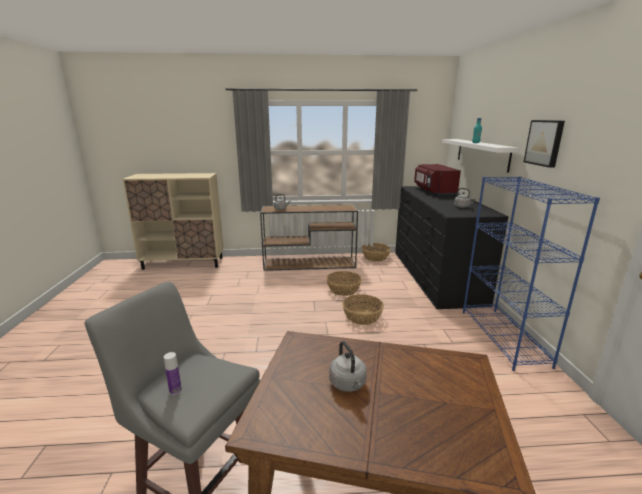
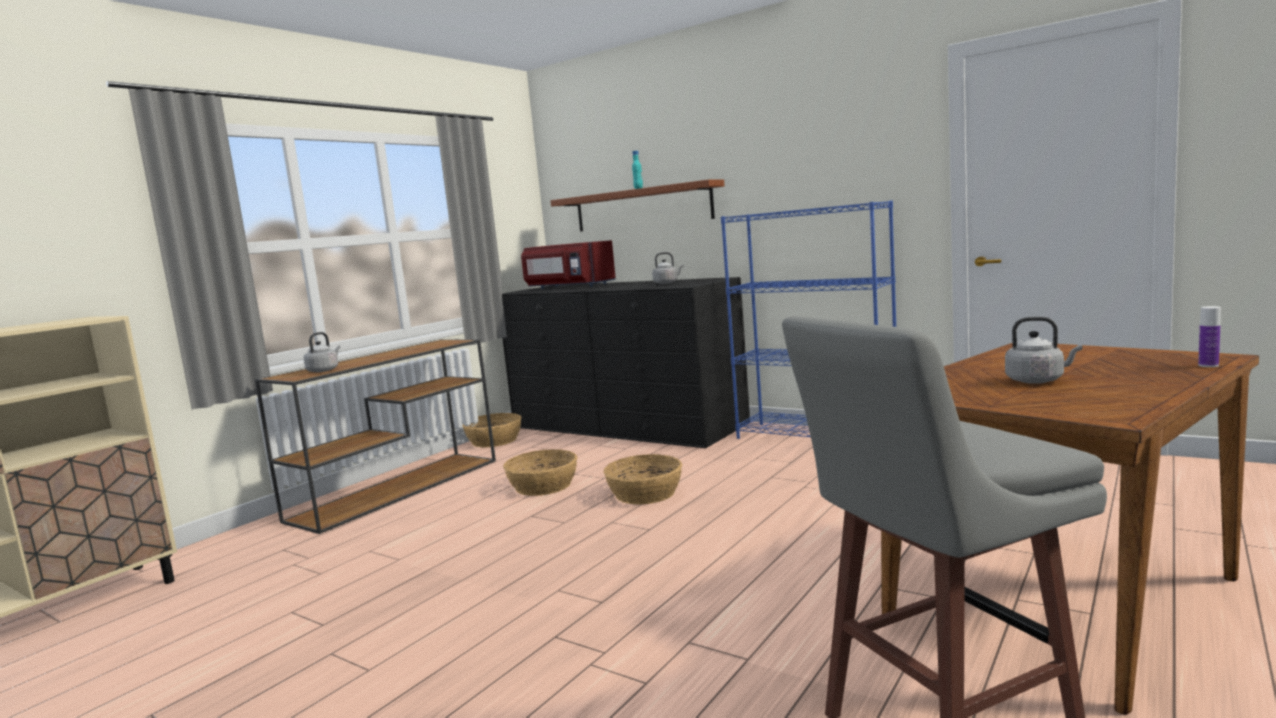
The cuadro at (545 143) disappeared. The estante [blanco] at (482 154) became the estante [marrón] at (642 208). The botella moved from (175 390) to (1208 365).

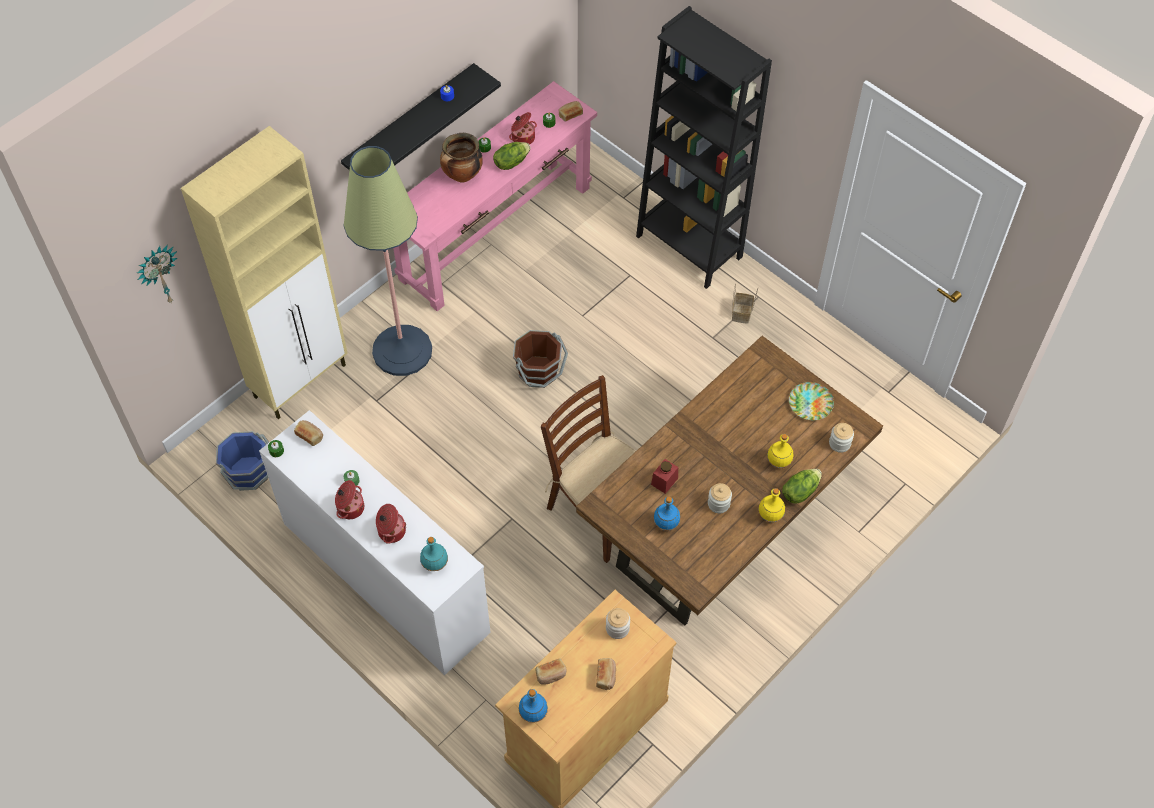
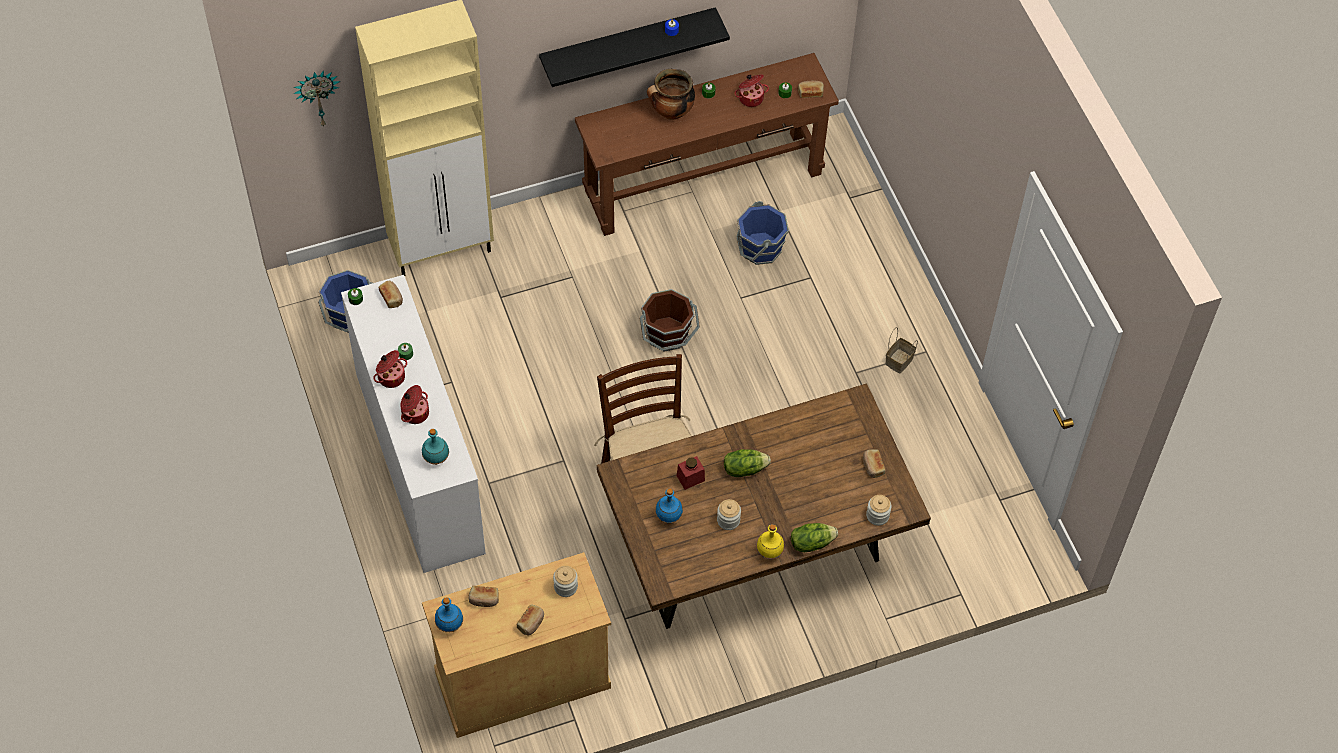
The estantería [negro] at (689 246) disappeared. The mesa consola [rosa] at (496 233) became the mesa consola [marrón] at (703 182). The lechuga moved from (511 162) to (744 469). The lámpara de pie at (402 351) disappeared. The plato at (810 403) was replaced by the pan at (872 466). The botella [amarillo] at (778 462) disappeared. The cubo [azul] at (760 248) appeared.

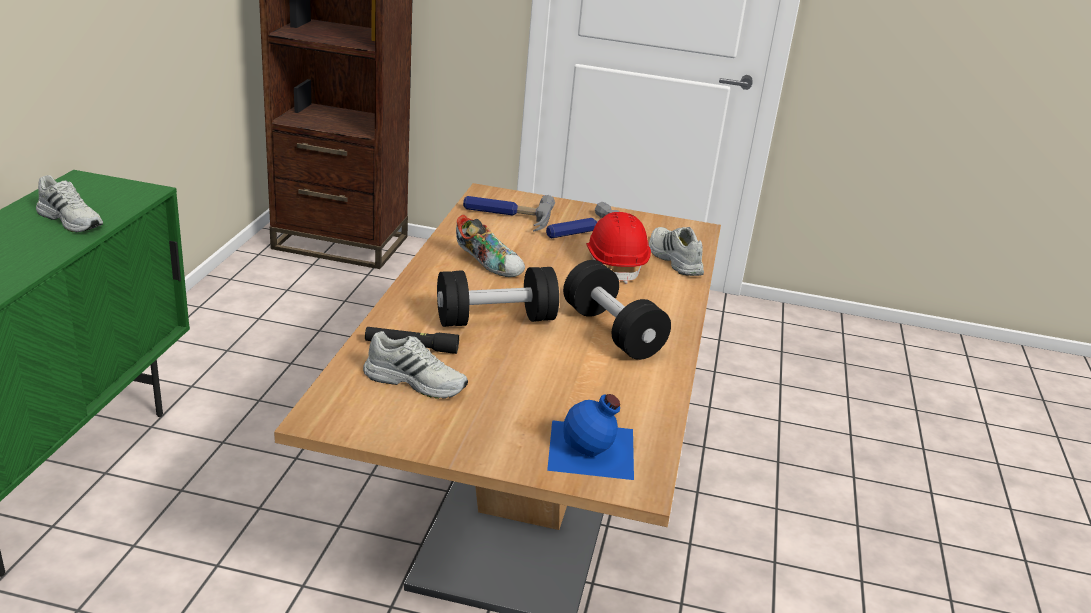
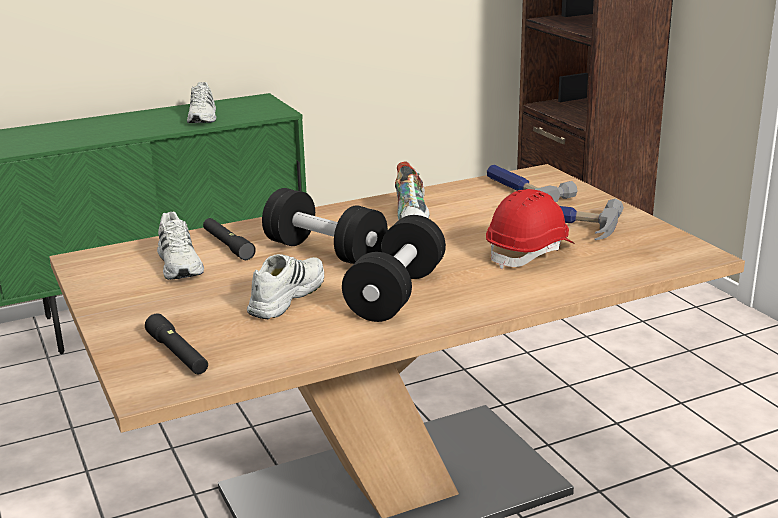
The zapato [blanco] moved from (673 259) to (286 296). The botella [azul] at (593 450) was replaced by the linterna [negro] at (178 354).

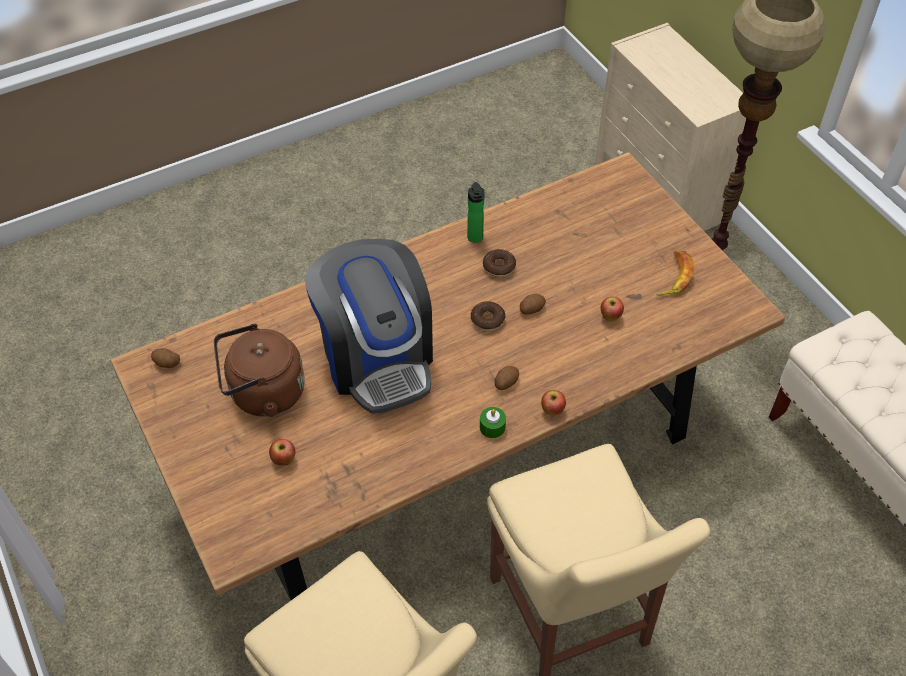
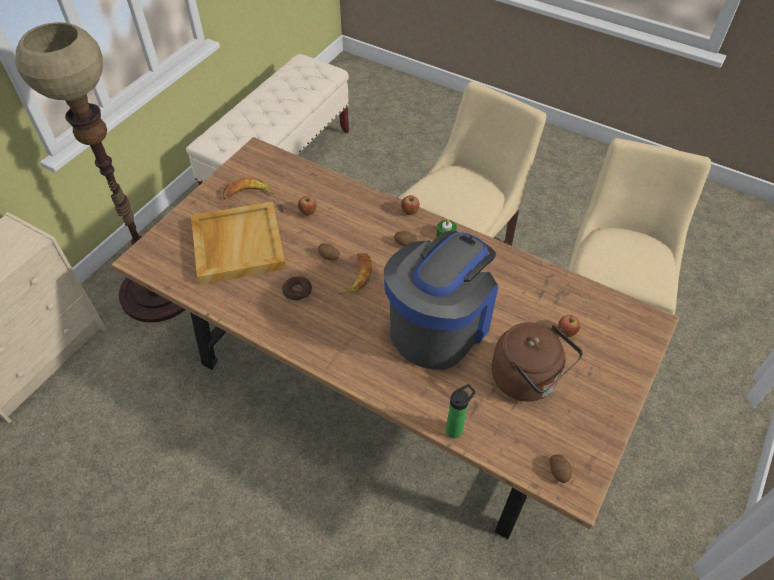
The botella moved from (475 239) to (456 429). The rosquilla at (487 320) was replaced by the plátano at (356 276). The bandeja [beis] at (237 245) appeared.

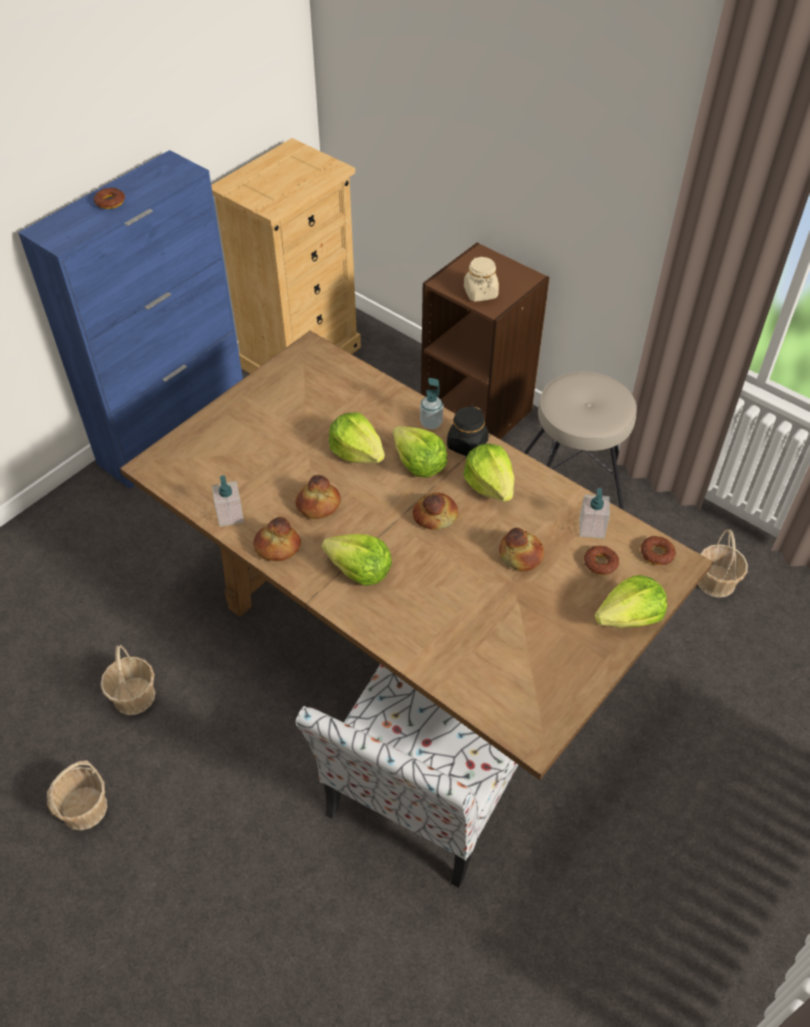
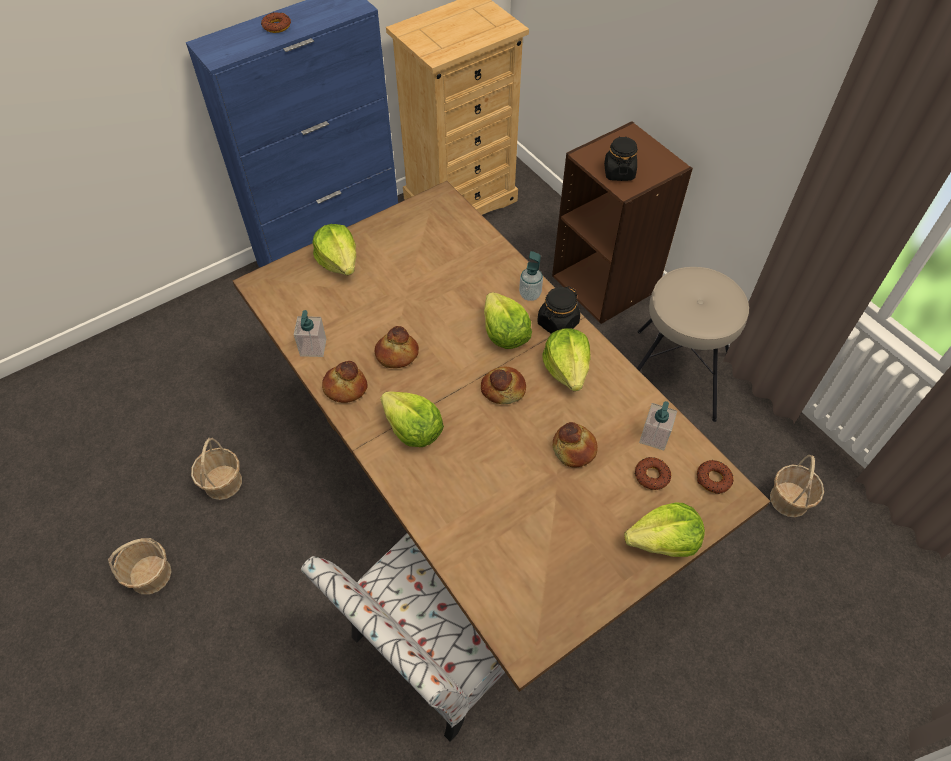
The tarro [beis] at (480 293) became the tarro [negro] at (619 172). The lechuga moved from (357 452) to (339 262).

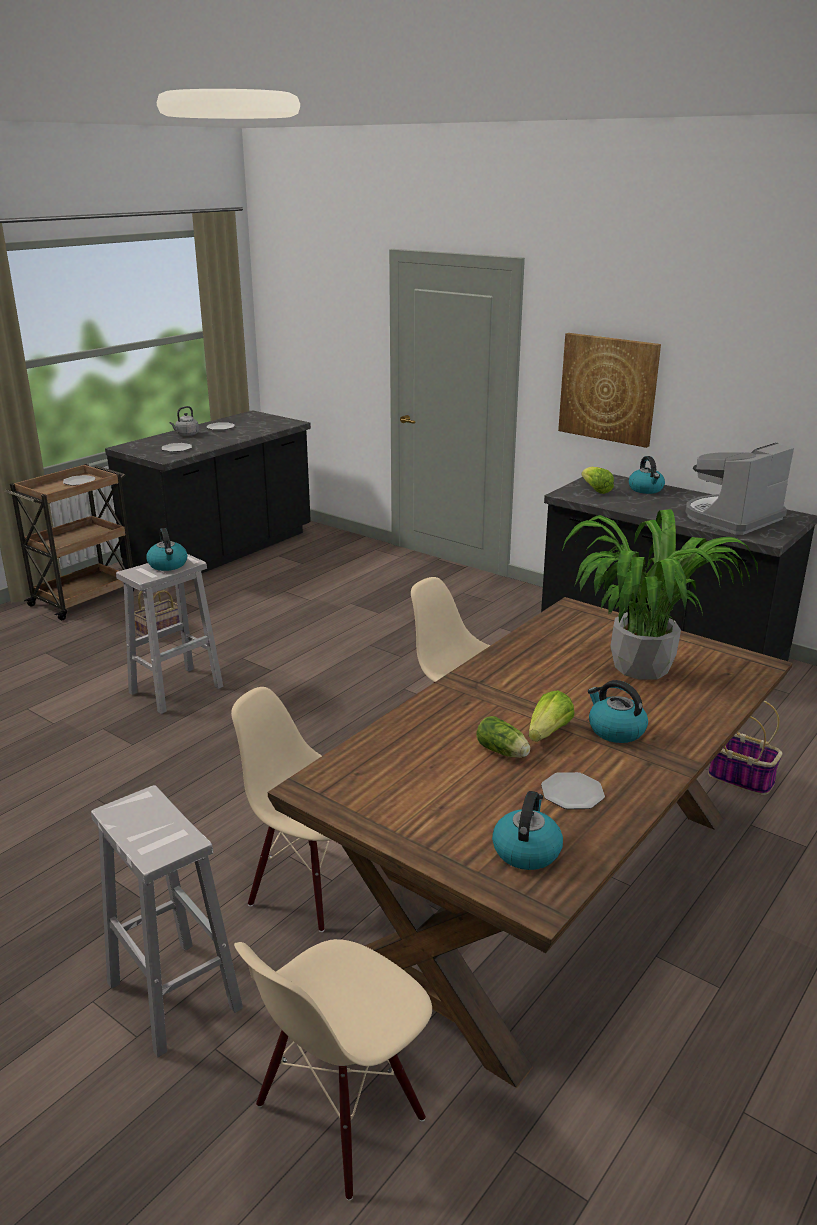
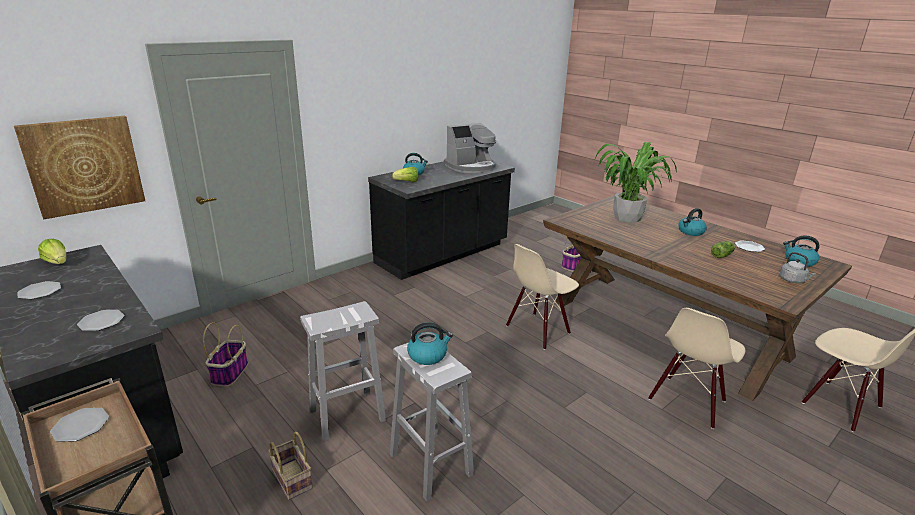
The cuadro moved from (608 389) to (84 165). The hervidor [gris] moved from (186 434) to (793 280). The cafetera at (731 518) turned 90 degrees counterclockwise. The lechuga moved from (548 733) to (57 262). The taburete [blanco] moved from (172 994) to (346 416). The cesta at (230 372) appeared.

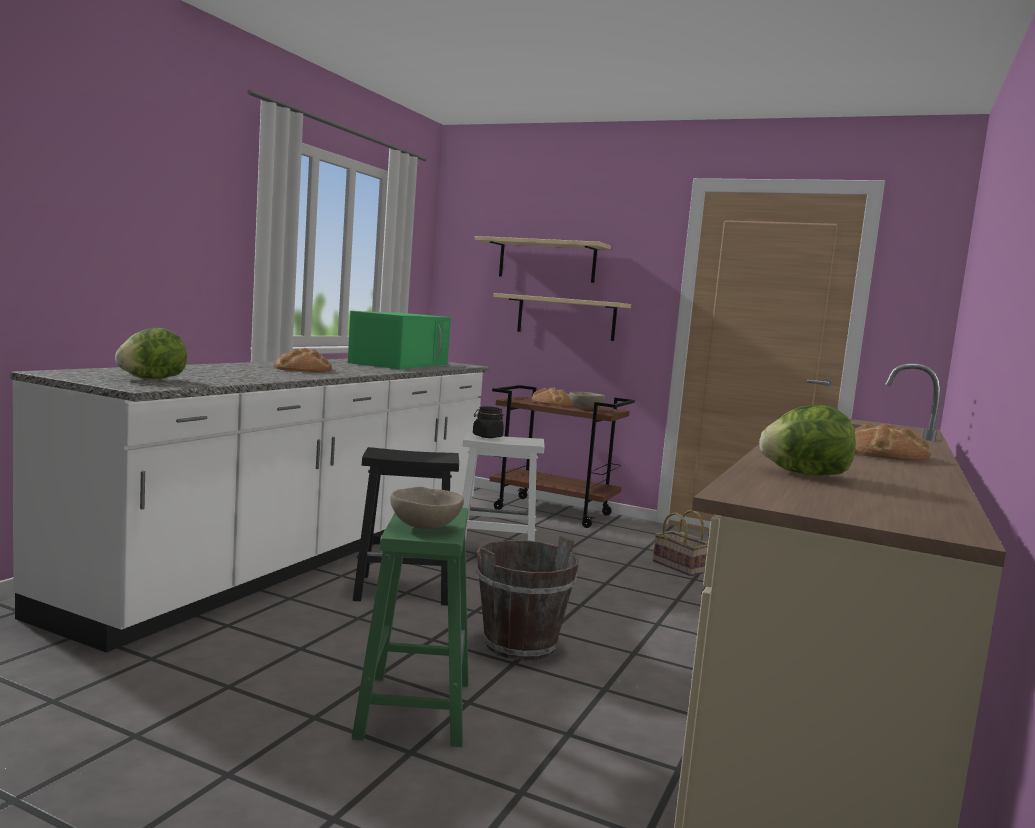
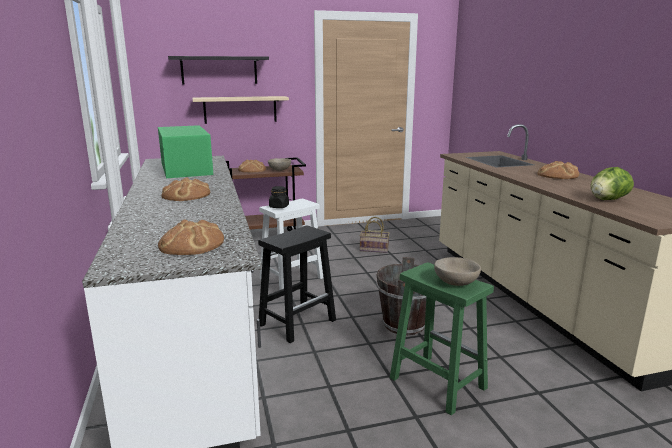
The estante [beis] at (547 261) became the estante [negro] at (219 70). The lechuga at (151 379) was replaced by the pan at (191 244).

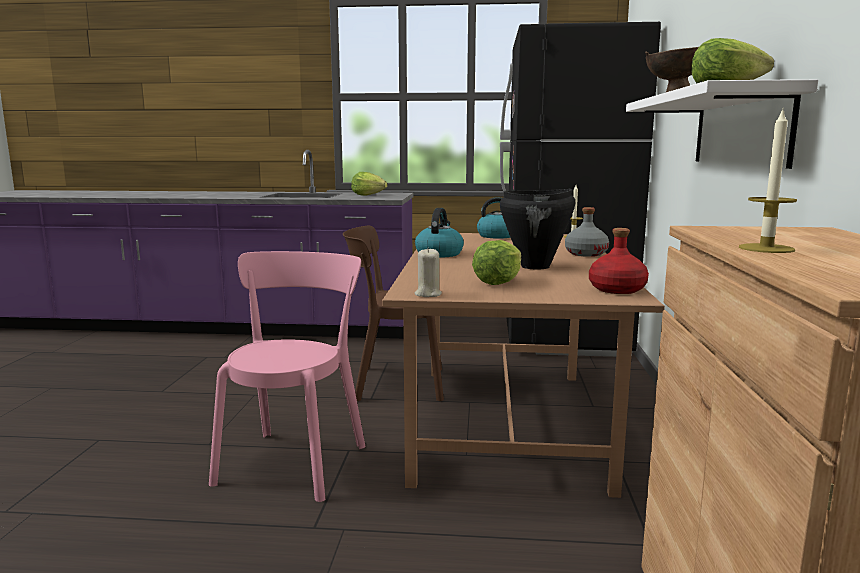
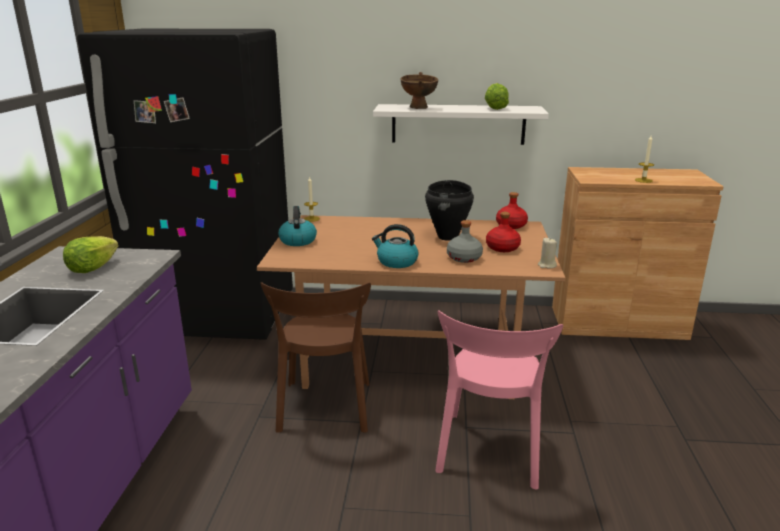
The botella [gris] moved from (585 254) to (463 258). The lechuga at (498 282) was replaced by the botella [rojo] at (502 248). The silla [rosa] at (295 460) turned 90 degrees counterclockwise.

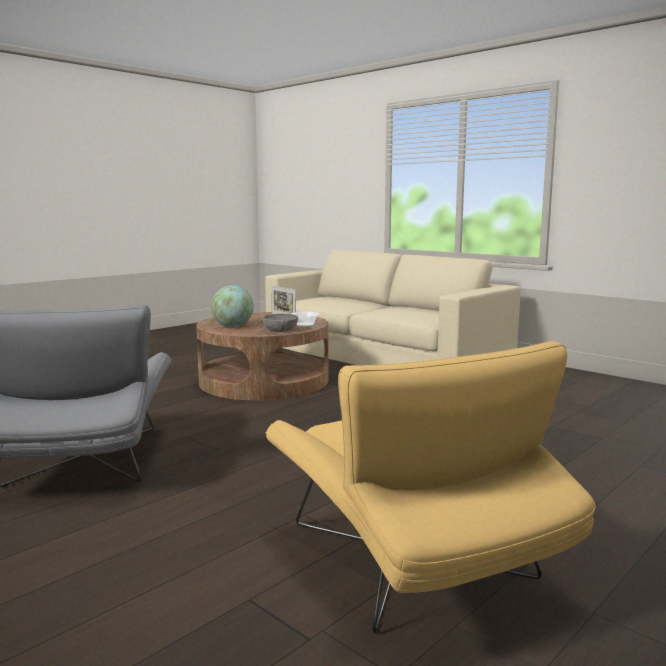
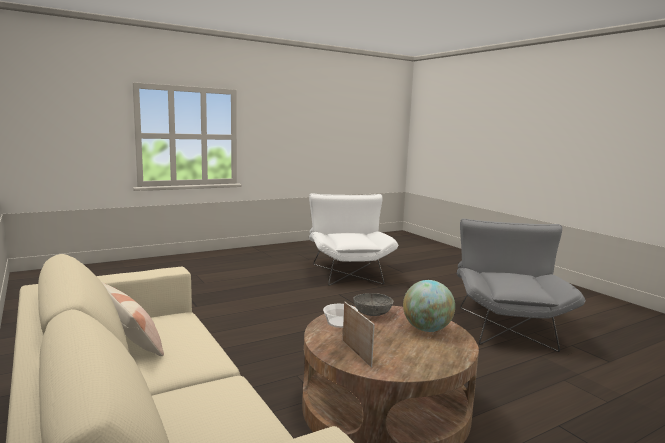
The sillón [amarillo] at (415 562) became the sillón [blanco] at (347 272). The cojín at (130 340) appeared.

